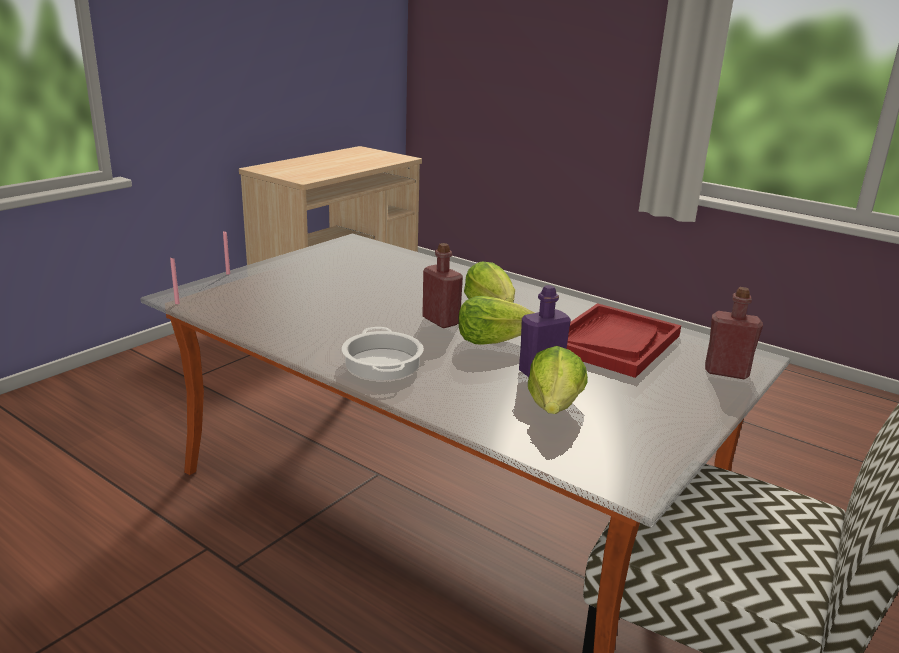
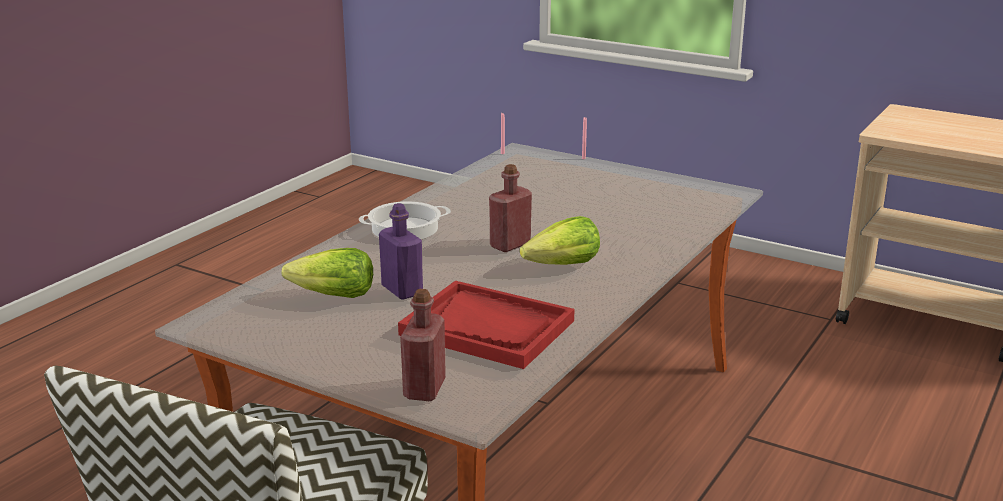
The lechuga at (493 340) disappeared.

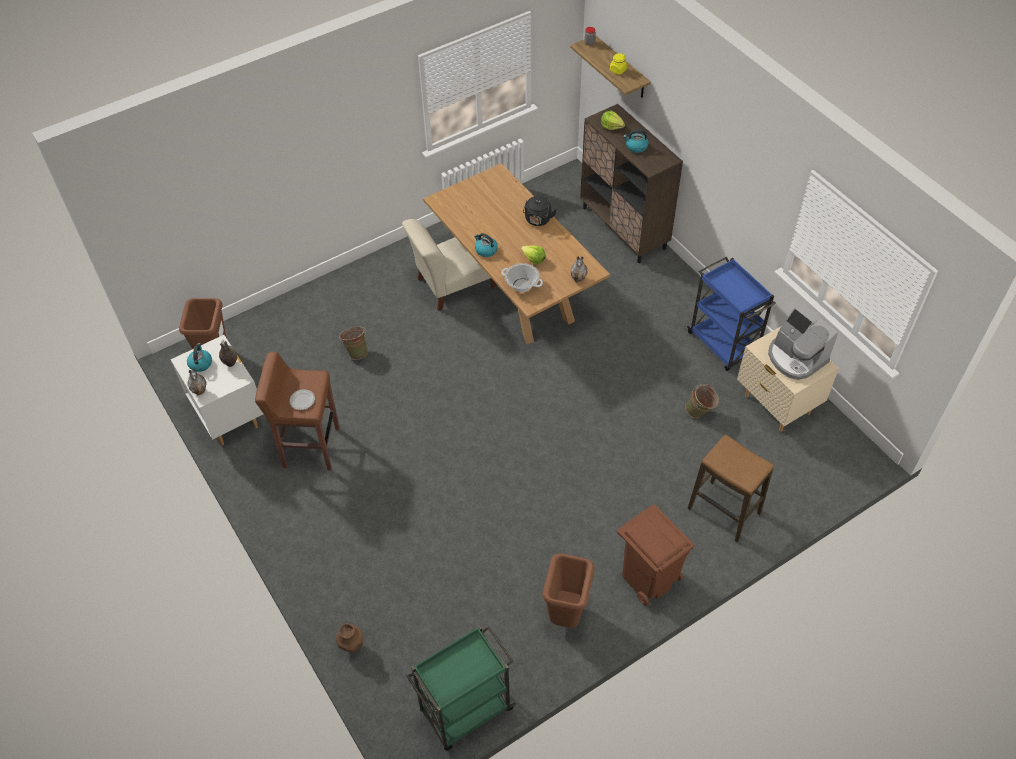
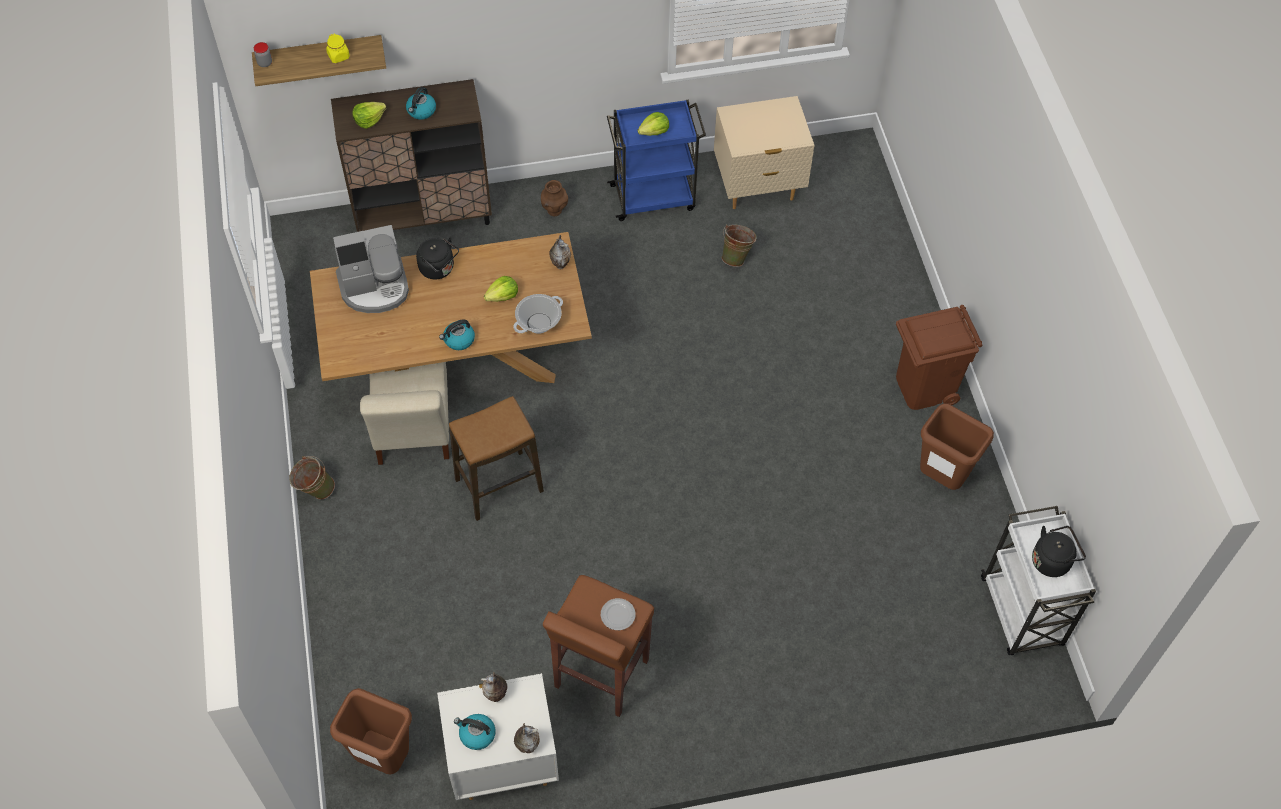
The cafetera moved from (796 358) to (375 287). The cubo [verde] moved from (356 352) to (315 491). The taburete moved from (723 511) to (499 486). The florero [marrón] moved from (352 646) to (554 211). The carrito [verde] at (465 711) became the carrito [blanco] at (1022 614). The lechuga at (654 132) appeared. The hervidor [negro] at (1052 560) appeared.

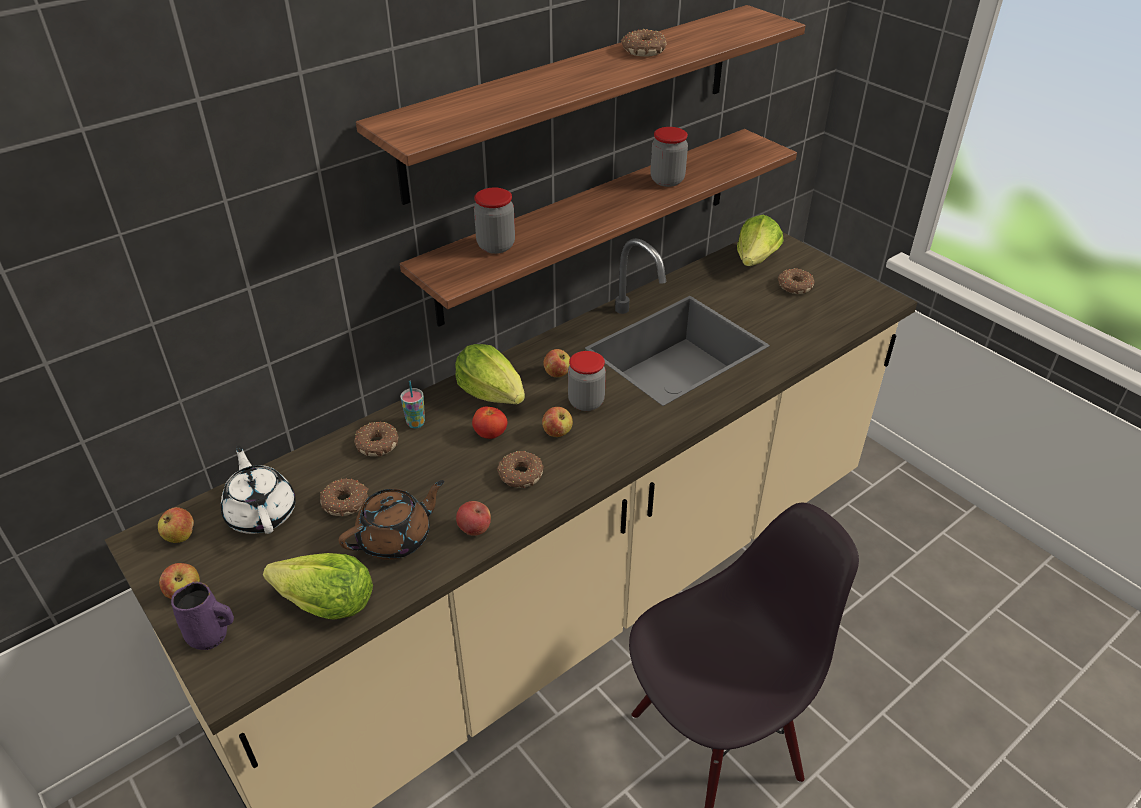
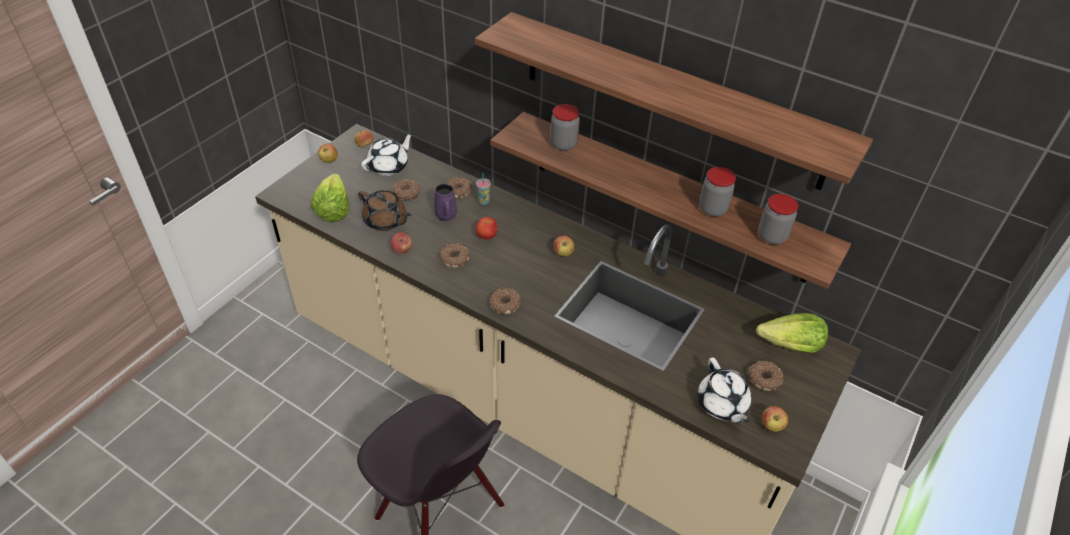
The rosquilla moved from (643 50) to (505 304). The lechuga at (492 393) disappeared. The tarro moved from (586 402) to (772 236). The manzana moved from (557 433) to (771 425). The taza grande [morado] moved from (211 636) to (446 216). The tetera [blanco] at (722 404) appeared.

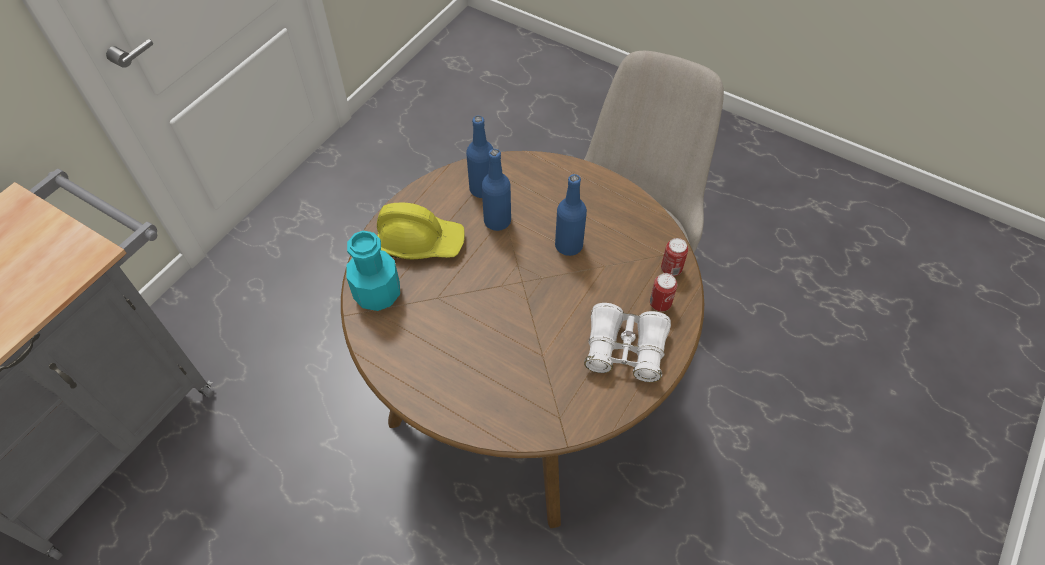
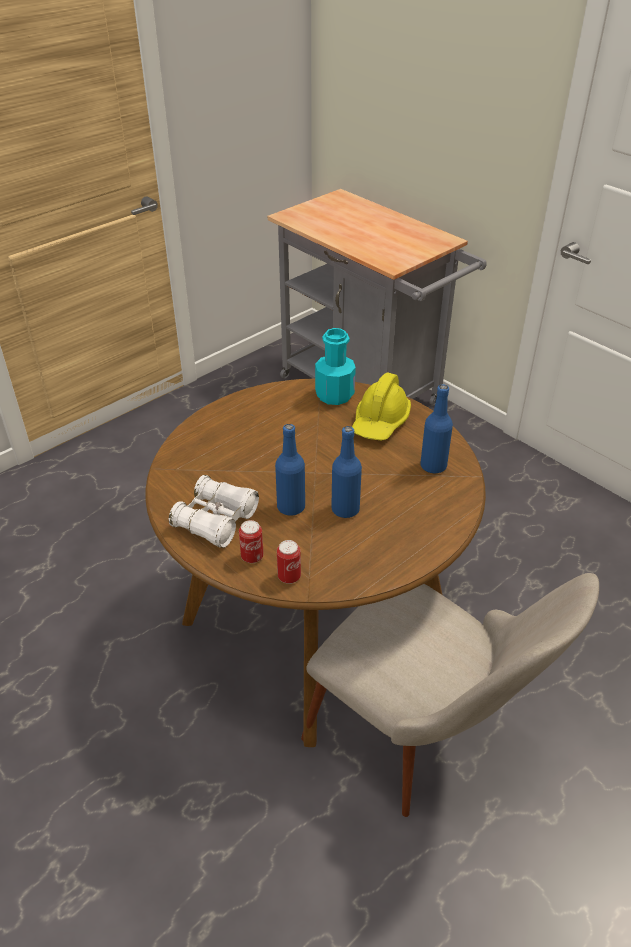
The botella [azul] moved from (497 221) to (291 507).

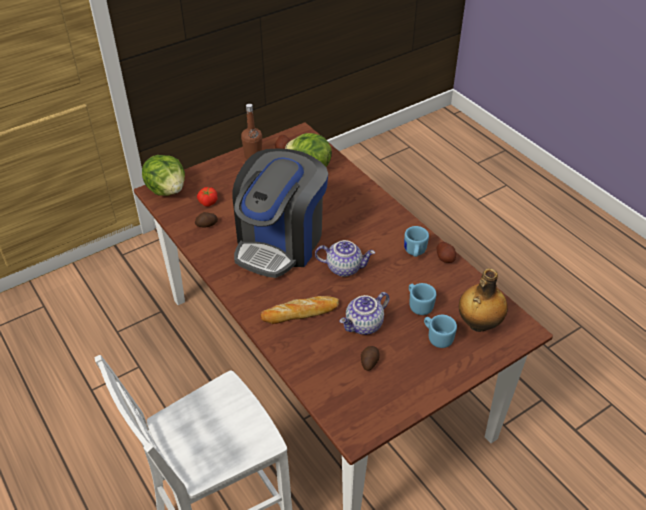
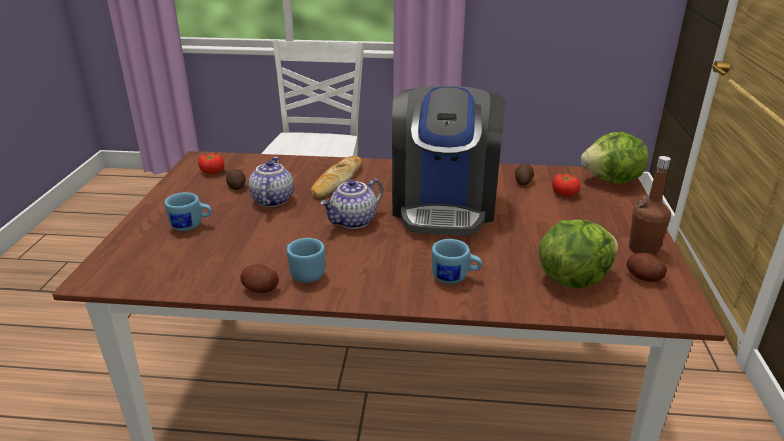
The cafetera at (280 242) turned 150 degrees counterclockwise. The botella at (478 324) disappeared. The taza grande [azul] moved from (419 305) to (455 278). The tomate at (212 171) appeared.

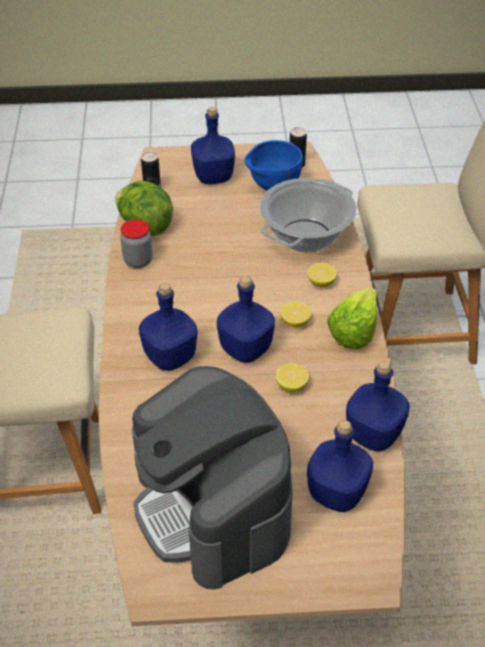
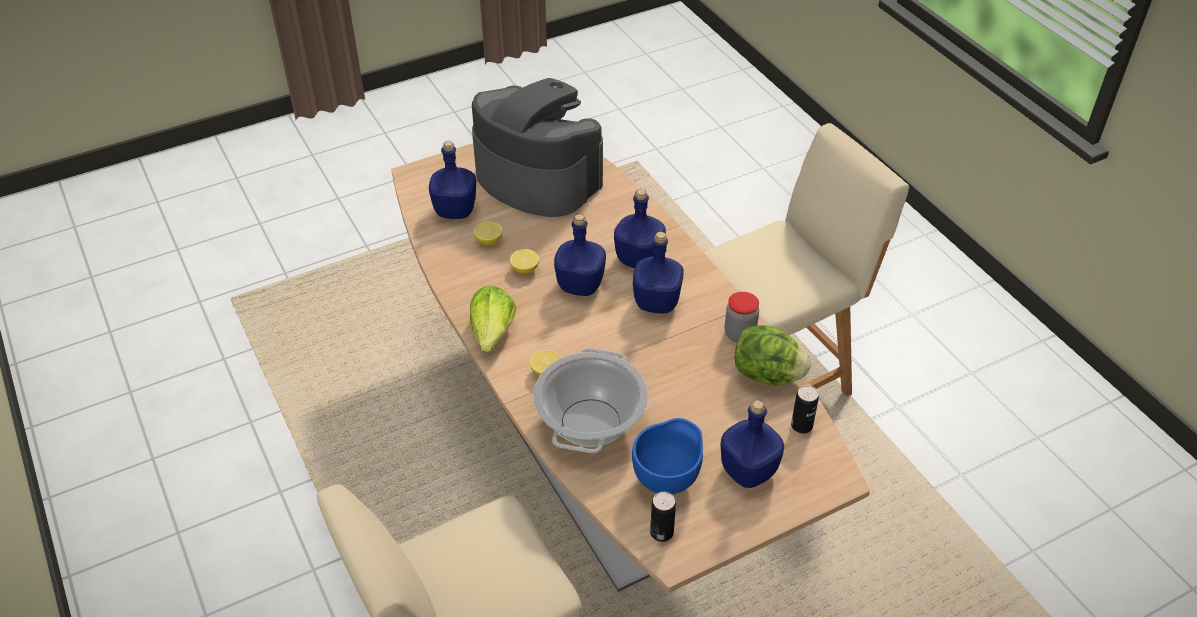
The limón moved from (295 322) to (488 241). The botella [azul] moved from (373 434) to (657 303).

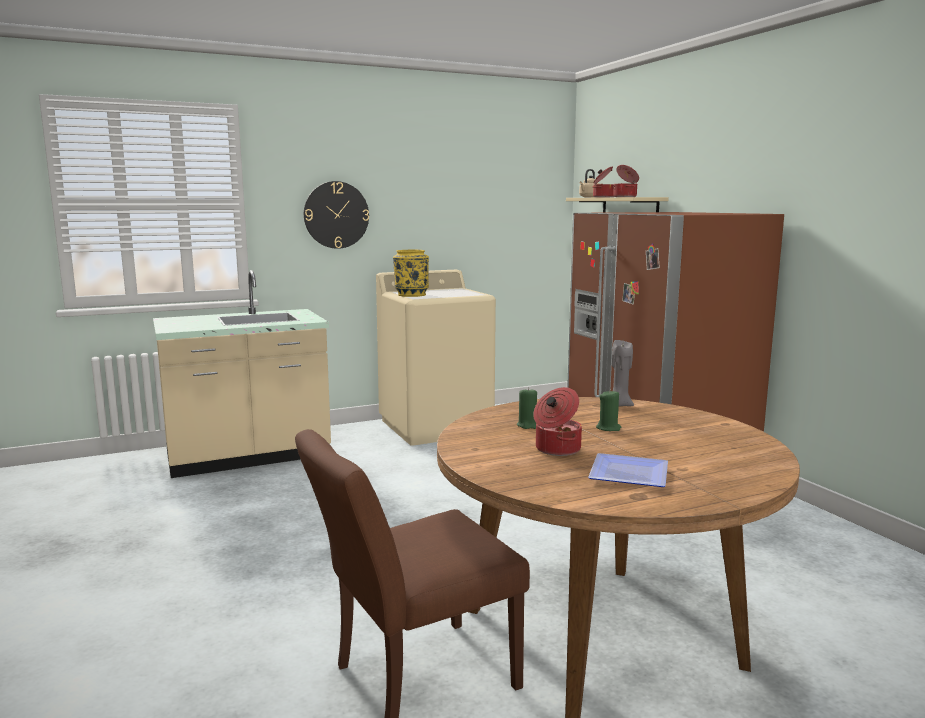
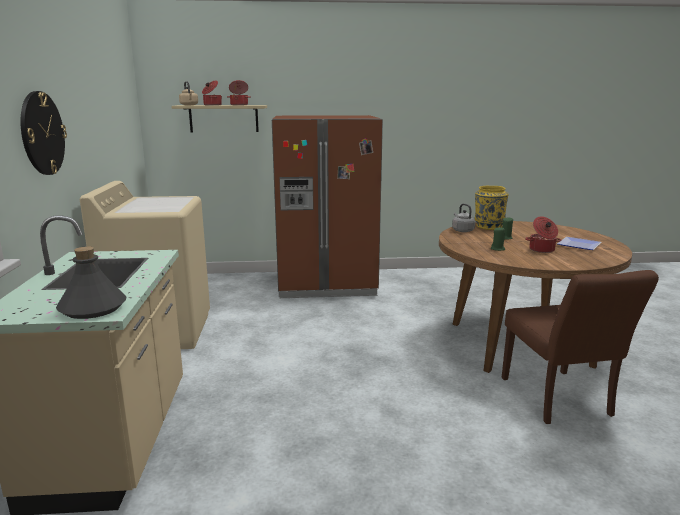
The florero [amarillo] moved from (411 295) to (488 227). The vela [gris] at (619 405) was replaced by the hervidor [gris] at (462 230). The botella [gris] at (93 308) appeared.

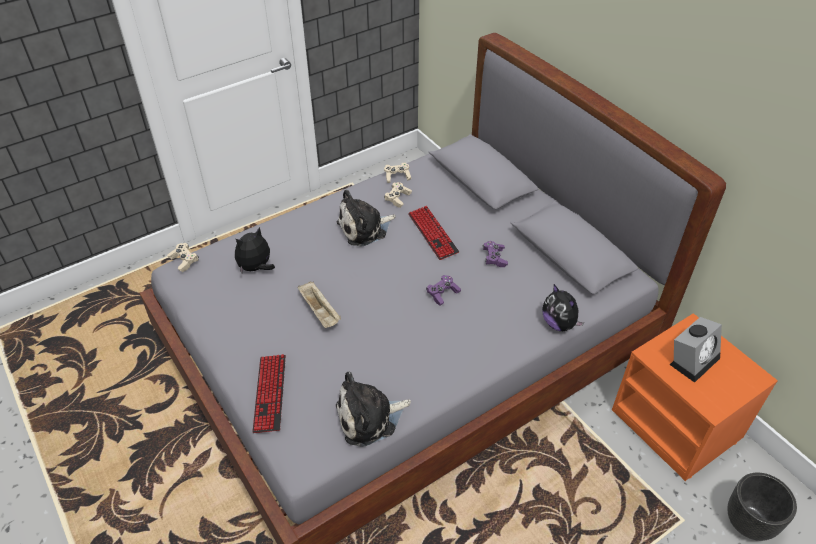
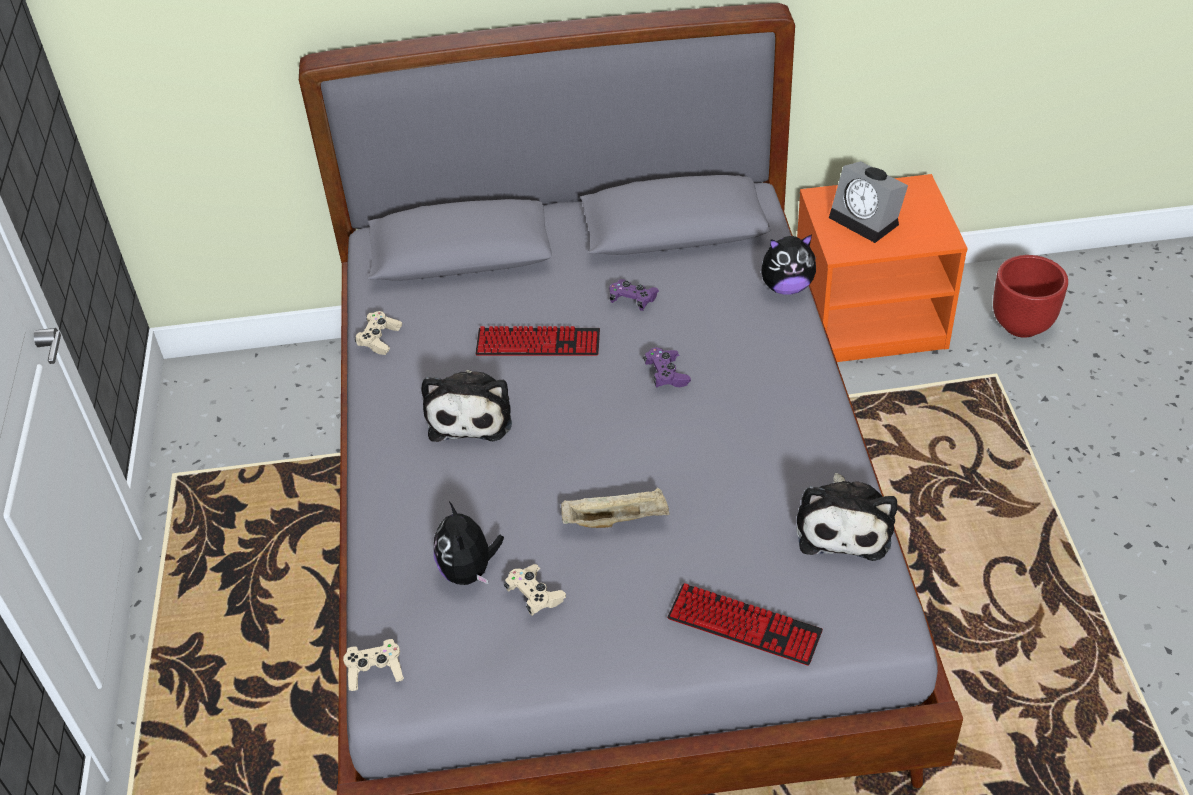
The mando de consola [beis] moved from (397 198) to (535 595). The despertador at (693 359) turned 150 degrees clockwise. The maceta [negro] at (749 523) became the maceta [rojo] at (1021 324).

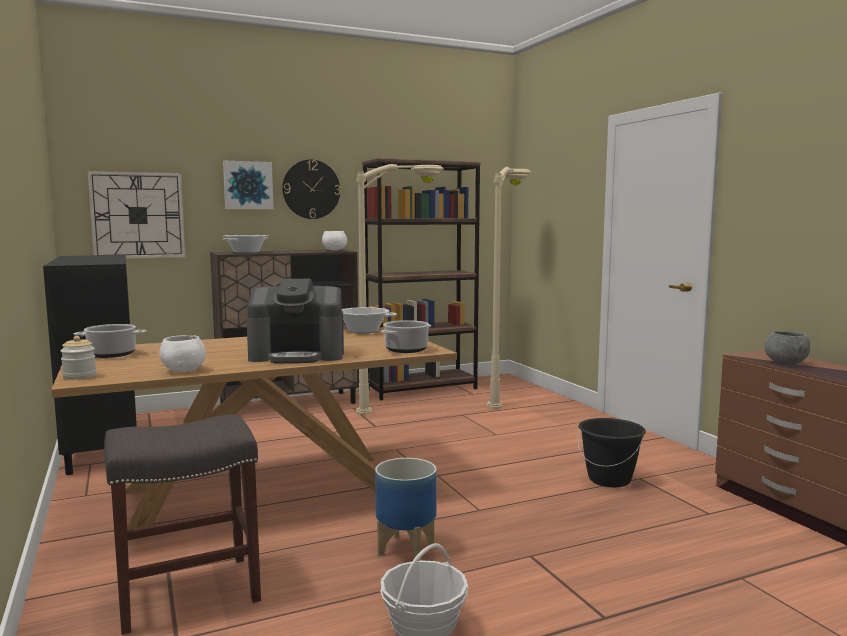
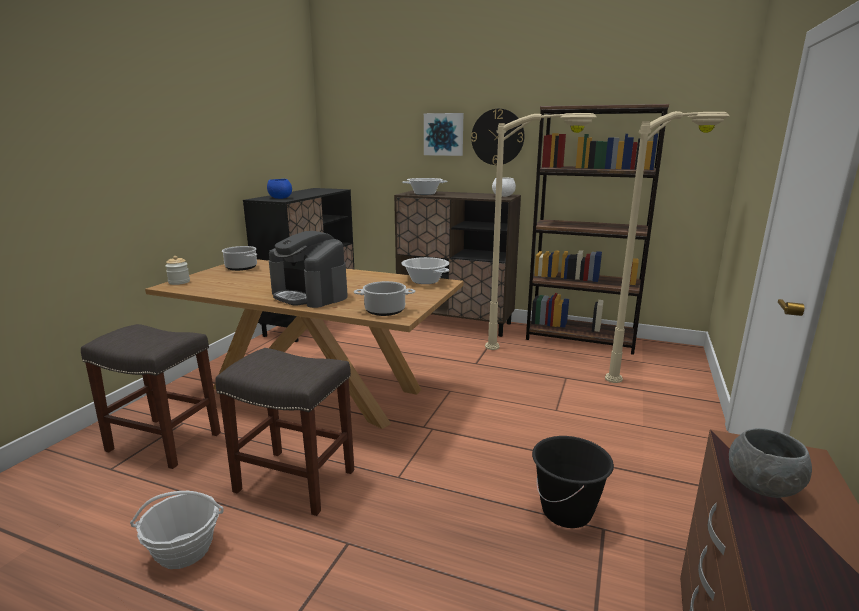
The reloj de pared at (138 215) disappeared. The cuenco [blanco] at (184 370) disappeared. The maceta at (406 549) was replaced by the taburete [gris] at (293 481). The cuenco [azul] at (280 198) appeared.

